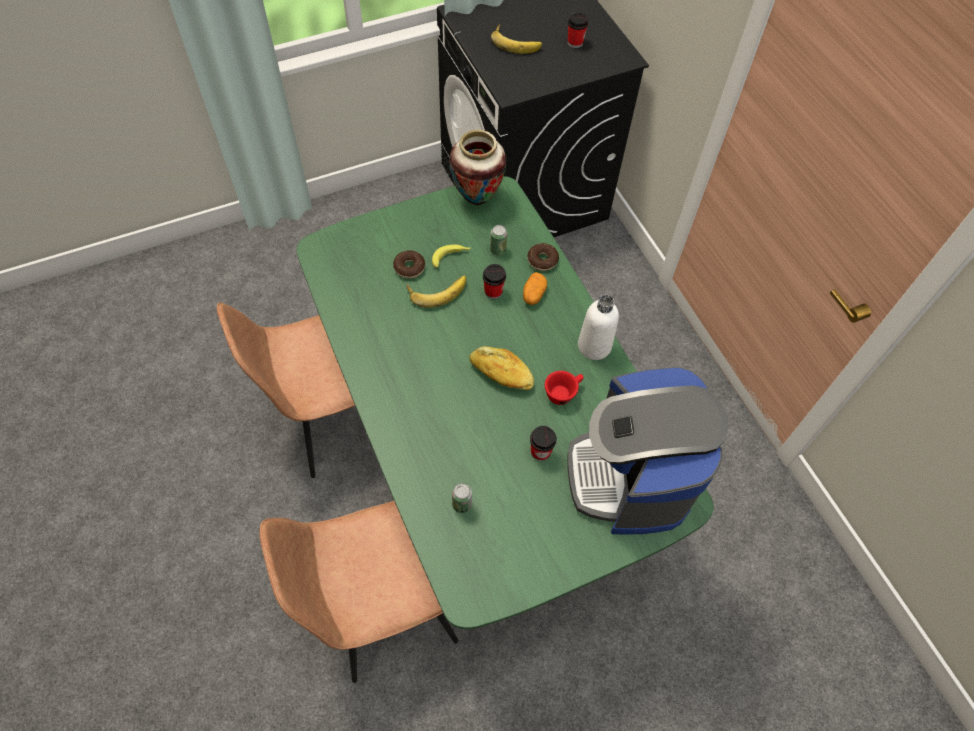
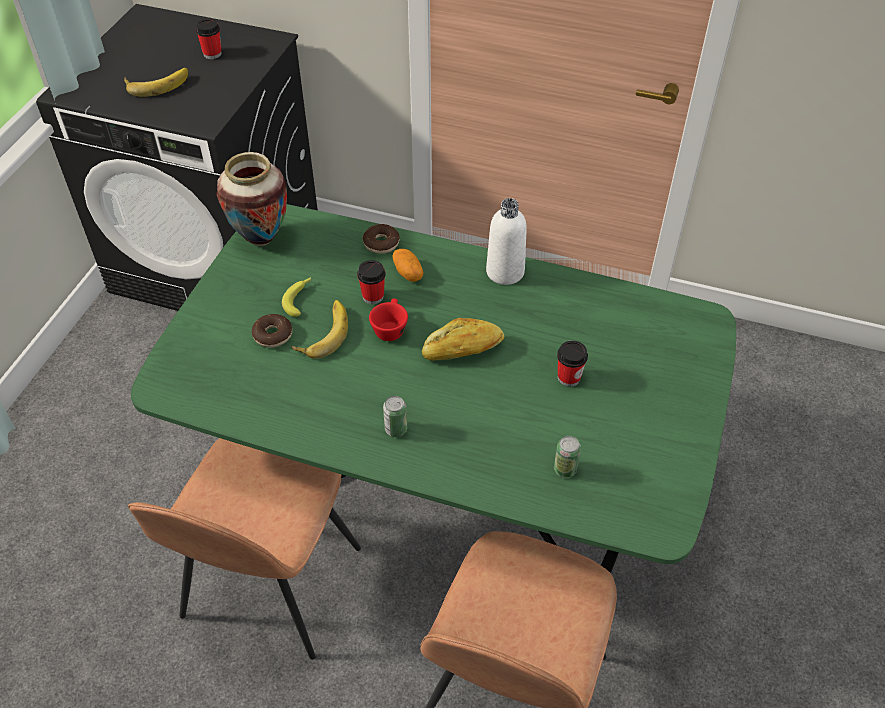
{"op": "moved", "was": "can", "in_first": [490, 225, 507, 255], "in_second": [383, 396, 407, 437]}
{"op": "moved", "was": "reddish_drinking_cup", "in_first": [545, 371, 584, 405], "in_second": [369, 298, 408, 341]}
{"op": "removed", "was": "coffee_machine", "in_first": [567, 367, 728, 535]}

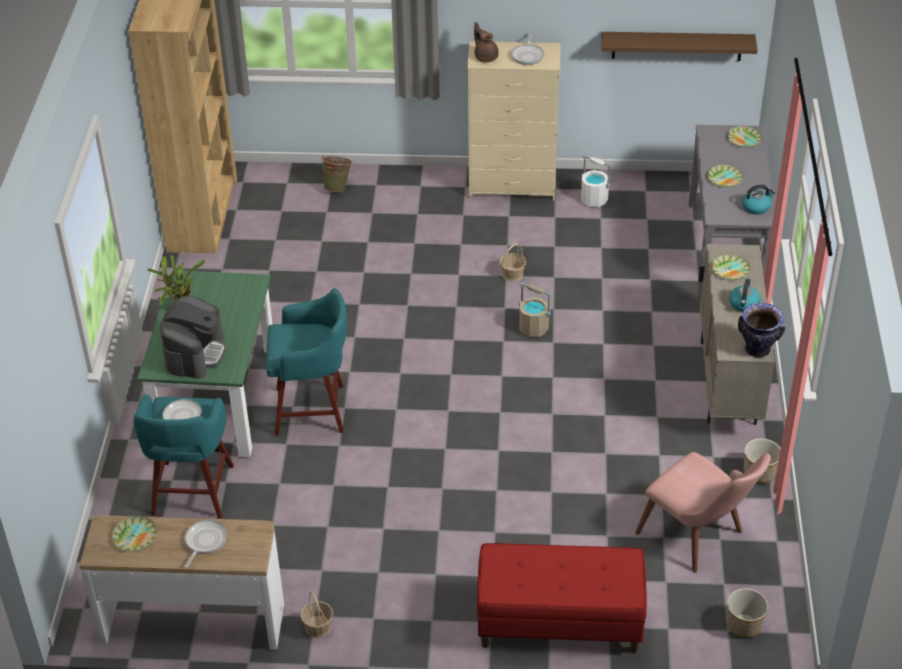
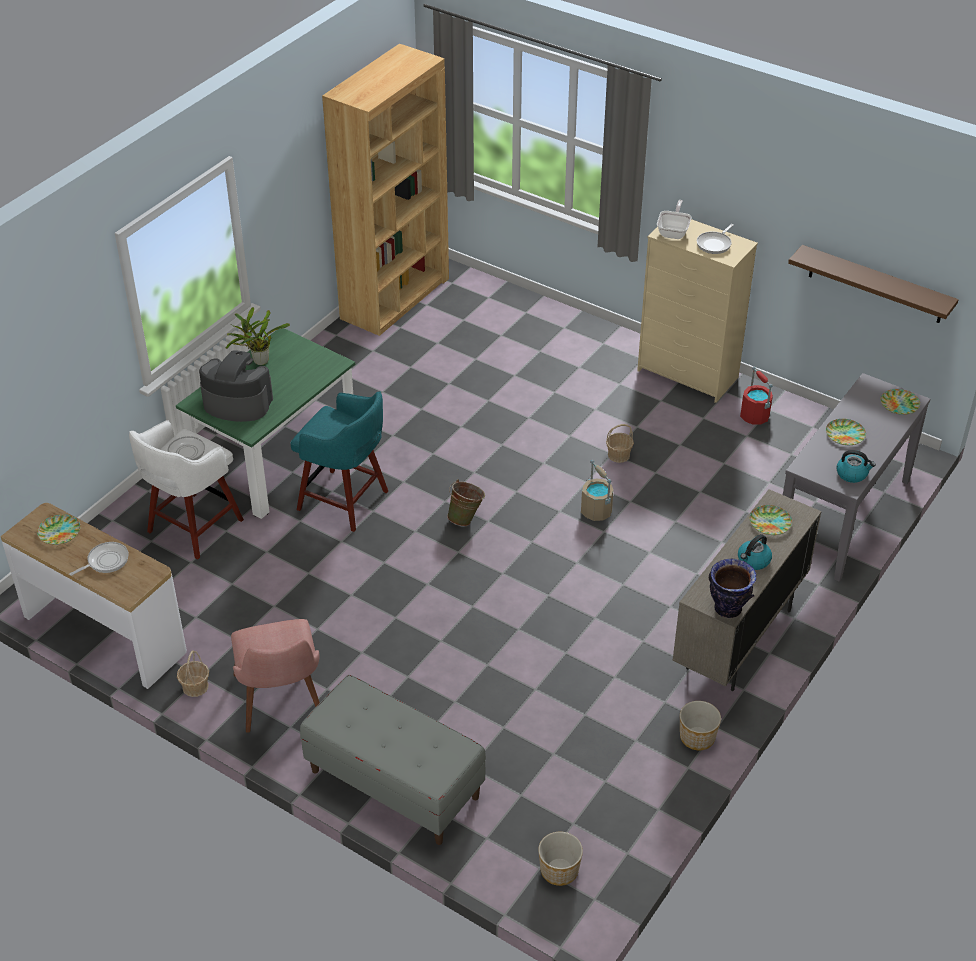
{"op": "recoloured", "was": "turquoise-coloured_sitting_stool", "now": "white-coloured_sitting_stool", "in_first": [134, 394, 234, 518], "in_second": [129, 420, 244, 560]}
{"op": "turned", "was": "coffee_machine", "in_first": [160, 296, 226, 379], "in_second": [199, 350, 273, 422], "clockwise": -120}
{"op": "moved", "was": "green_bucket", "in_first": [321, 156, 352, 192], "in_second": [447, 479, 485, 526]}
{"op": "replaced", "was": "brown_tea_pot", "now": "pan", "in_first": [474, 22, 499, 62], "in_second": [657, 200, 691, 239]}
{"op": "recoloured", "was": "reddish_indoor_bench", "now": "greyish_indoor_bench", "in_first": [477, 543, 647, 653], "in_second": [300, 675, 486, 845]}
{"op": "recoloured", "was": "white-coloured_bucket", "now": "reddish_bucket", "in_first": [581, 155, 611, 207], "in_second": [740, 367, 773, 425]}
{"op": "moved", "was": "pink-coloured_chair", "in_first": [635, 452, 771, 573], "in_second": [231, 619, 320, 733]}

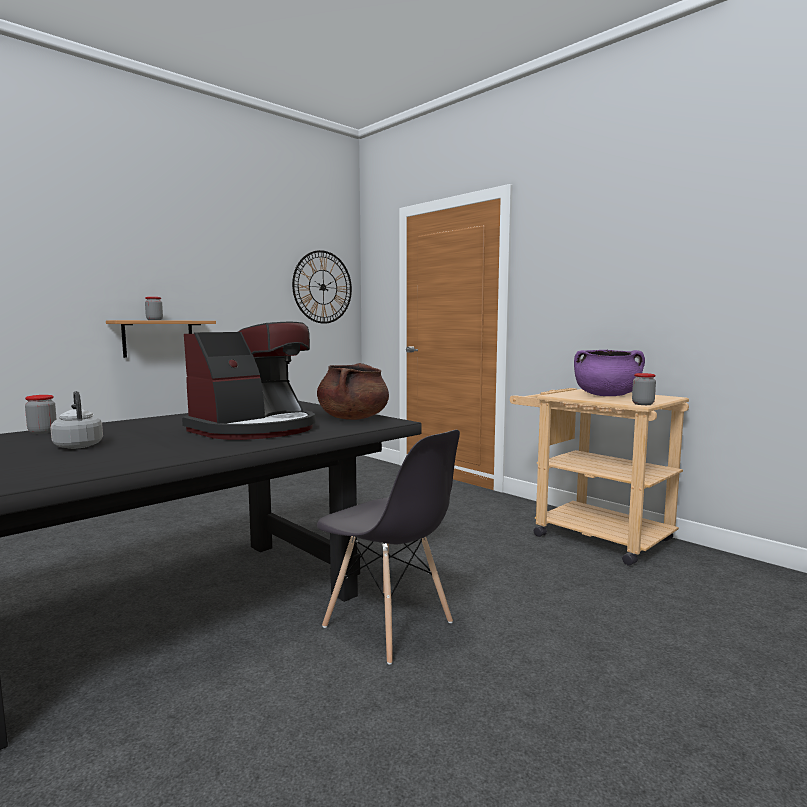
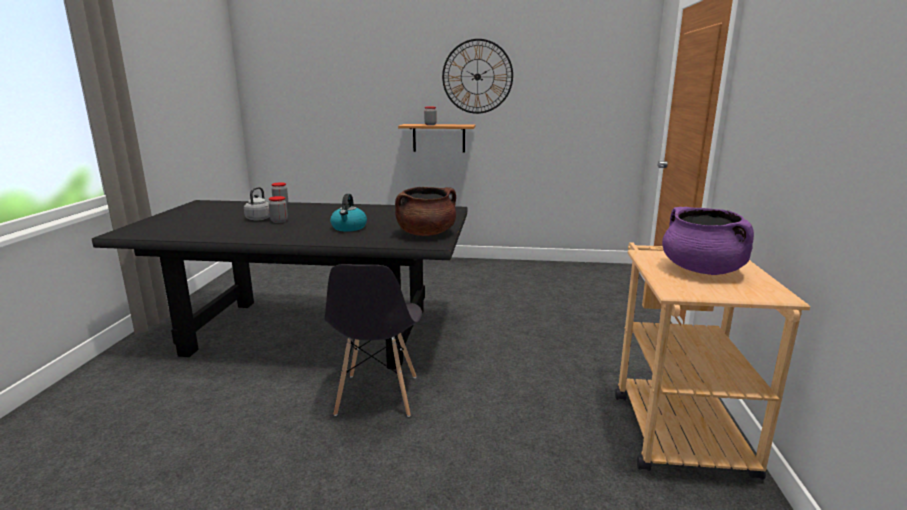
{"op": "replaced", "was": "coffee_machine", "now": "kettle", "in_first": [182, 322, 316, 440], "in_second": [330, 194, 367, 231]}
{"op": "moved", "was": "clock_on_the_wall", "in_first": [292, 250, 352, 324], "in_second": [442, 39, 513, 114]}
{"op": "moved", "was": "jar", "in_first": [632, 373, 656, 405], "in_second": [269, 196, 288, 223]}

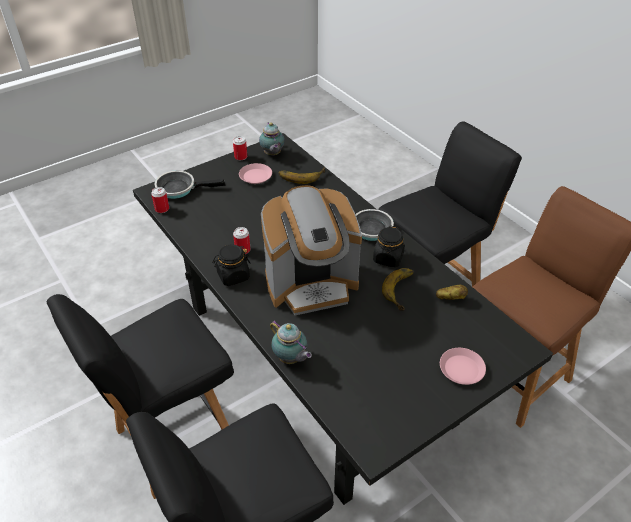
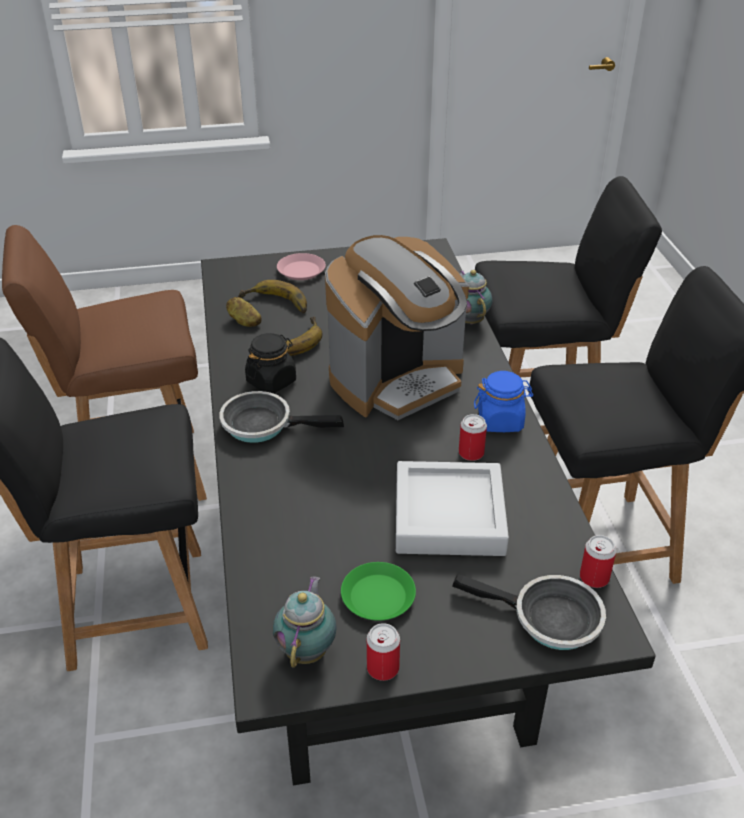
{"op": "recoloured", "was": "black_jar", "now": "blue-coloured_jar", "in_first": [212, 244, 251, 286], "in_second": [474, 371, 533, 432]}
{"op": "recoloured", "was": "pink-coloured_flat_dish", "now": "green_flat_dish", "in_first": [239, 163, 272, 184], "in_second": [341, 562, 416, 621]}
{"op": "turned", "was": "coffee_machine", "in_first": [261, 185, 362, 316], "in_second": [325, 235, 469, 420], "clockwise": 135}
{"op": "moved", "was": "whole_banana", "in_first": [278, 168, 325, 184], "in_second": [238, 280, 307, 313]}
{"op": "added", "now": "greyish_carrying_tray", "in_second": [396, 461, 509, 556]}

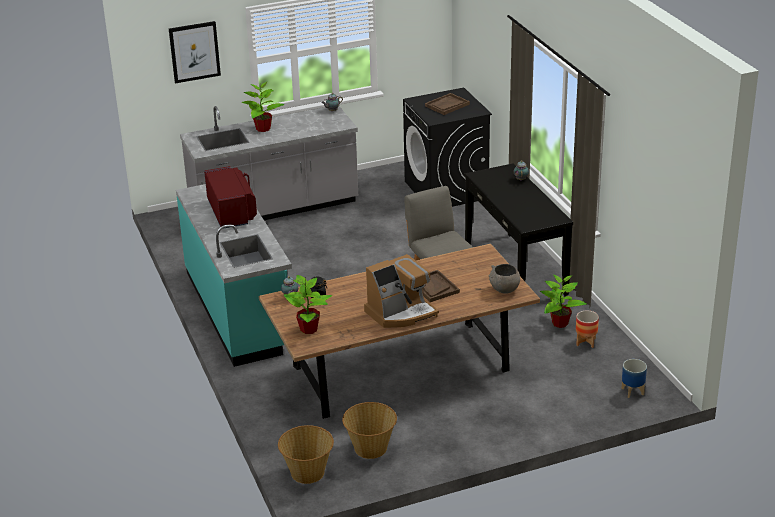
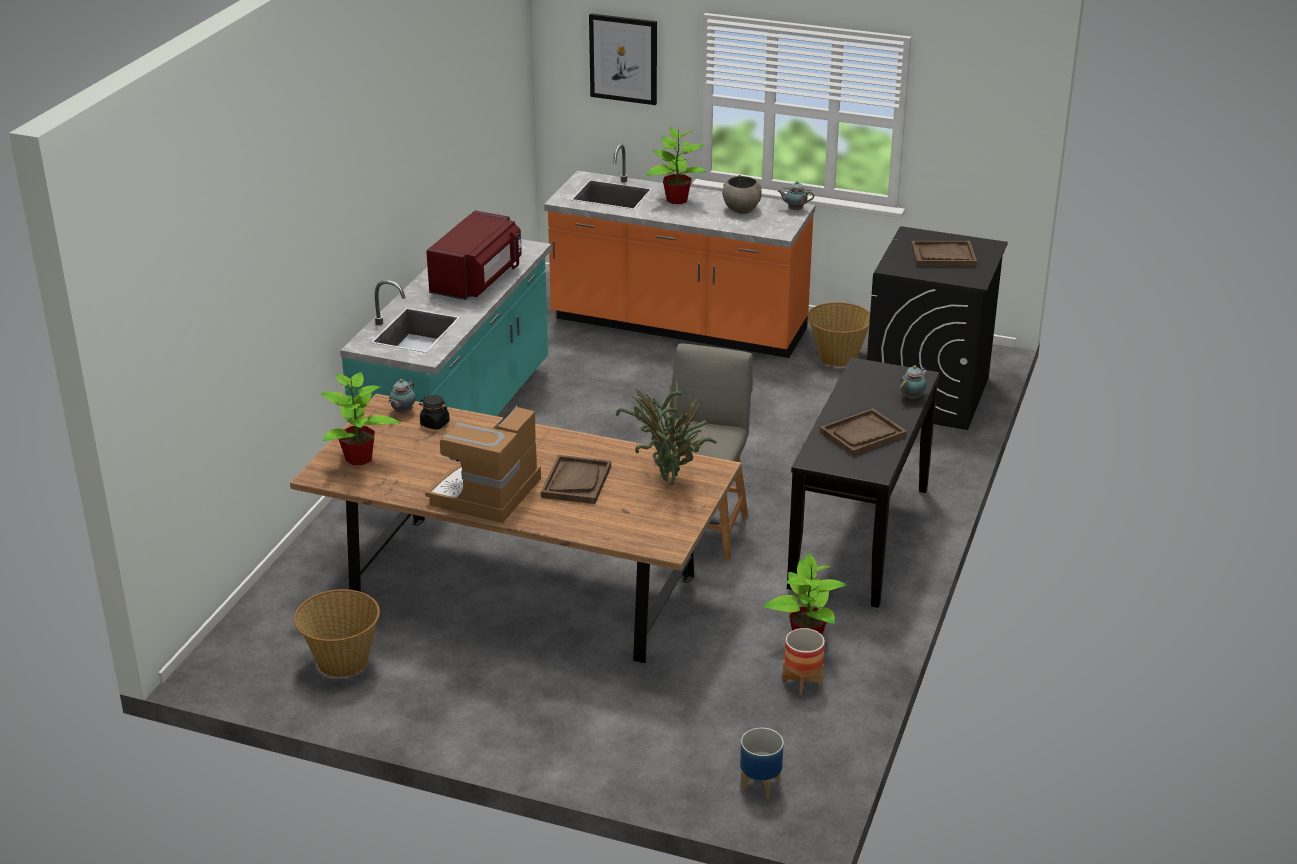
{"op": "recoloured", "was": "greyish_counter", "now": "orangey_counter", "in_first": [180, 106, 358, 220], "in_second": [544, 144, 815, 358]}
{"op": "moved", "was": "household_basket", "in_first": [278, 425, 334, 484], "in_second": [807, 302, 870, 367]}
{"op": "turned", "was": "coffee_machine", "in_first": [364, 254, 439, 328], "in_second": [425, 406, 541, 523], "clockwise": 105}
{"op": "moved", "was": "greyish_bowl", "in_first": [489, 264, 520, 294], "in_second": [722, 175, 762, 214]}
{"op": "added", "now": "houseplant", "in_second": [616, 382, 717, 485]}
{"op": "added", "now": "brown_carrying_tray", "in_second": [820, 408, 907, 456]}

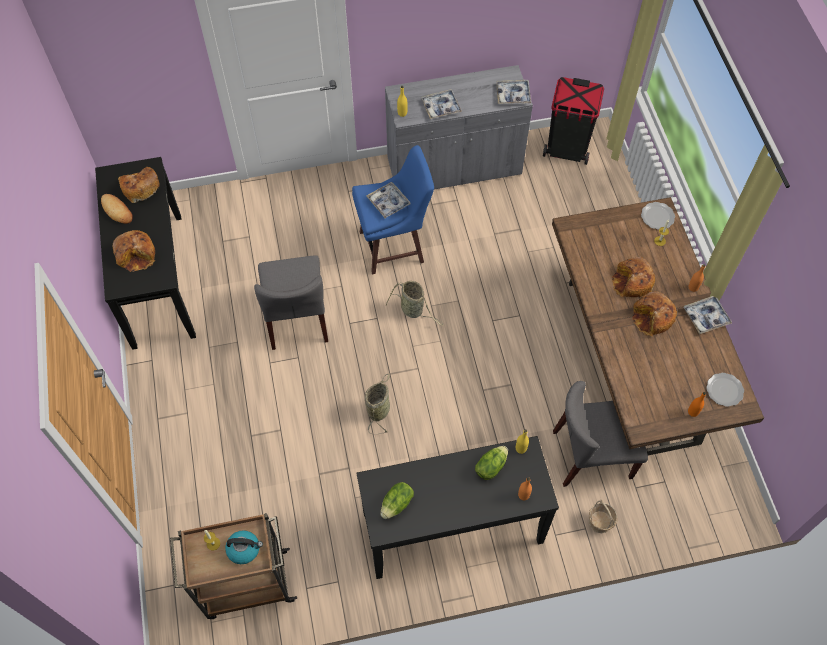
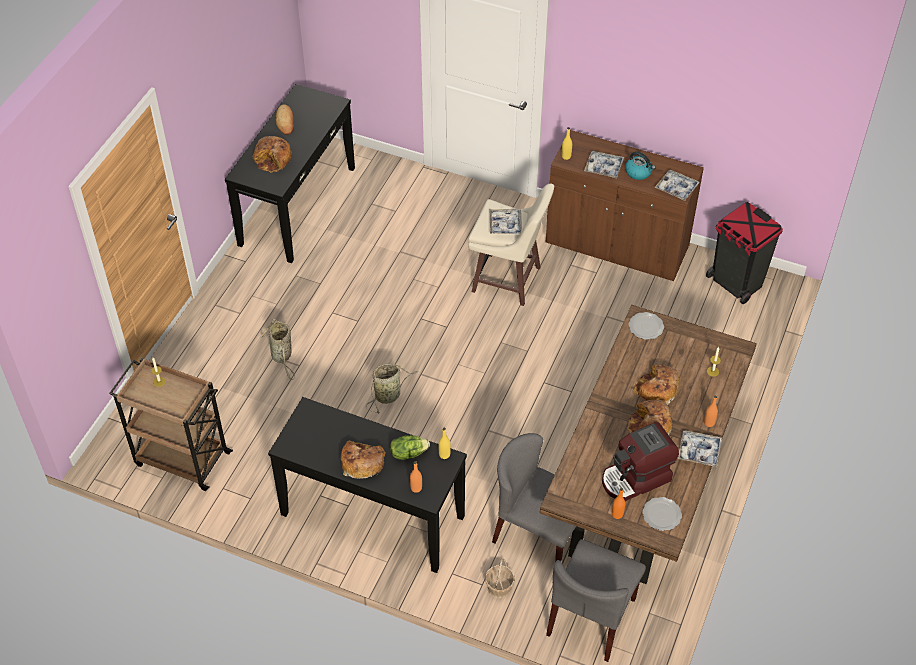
{"op": "moved", "was": "bakery_bread", "in_first": [118, 167, 160, 203], "in_second": [341, 440, 386, 479]}
{"op": "moved", "was": "kettle", "in_first": [225, 530, 263, 564], "in_second": [625, 151, 656, 180]}
{"op": "moved", "was": "greyish_chair", "in_first": [254, 255, 328, 350], "in_second": [546, 539, 646, 662]}
{"op": "recoloured", "was": "blue-coloured_sitting_stool", "now": "beige_sitting_stool", "in_first": [352, 145, 434, 275], "in_second": [468, 184, 554, 306]}
{"op": "removed", "was": "lettuce_head", "in_first": [380, 482, 414, 519]}
{"op": "recoloured", "was": "greyish_cupboard", "now": "brown_cupboard", "in_first": [385, 65, 533, 189], "in_second": [546, 130, 704, 281]}
{"op": "moved", "was": "household_basket", "in_first": [386, 281, 443, 326], "in_second": [260, 319, 295, 380]}
{"op": "moved", "was": "flat_dish", "in_first": [641, 202, 675, 230], "in_second": [629, 312, 664, 340]}
{"op": "added", "now": "coffee_machine", "in_second": [602, 422, 679, 501]}

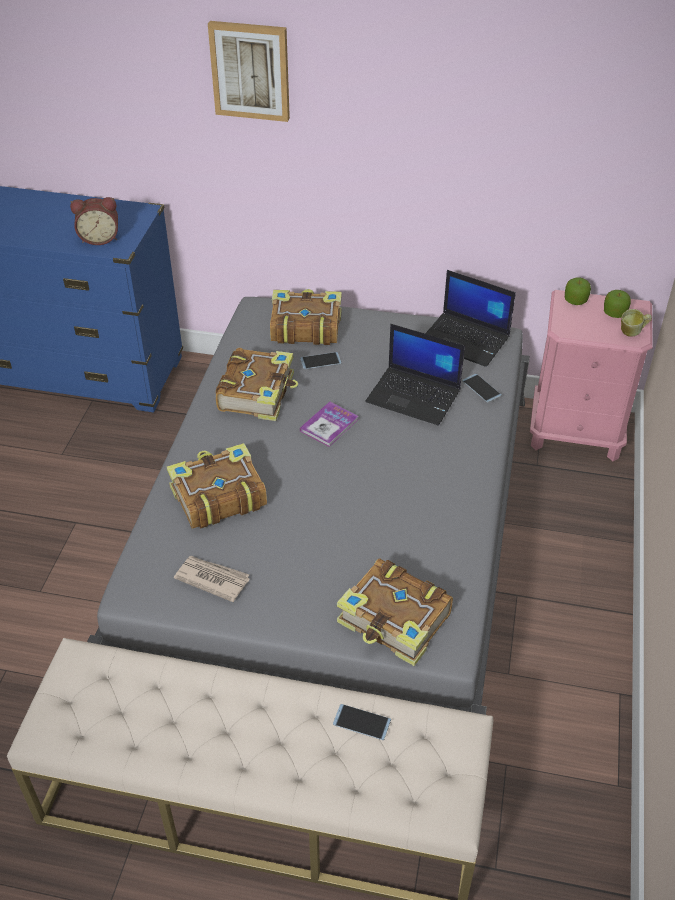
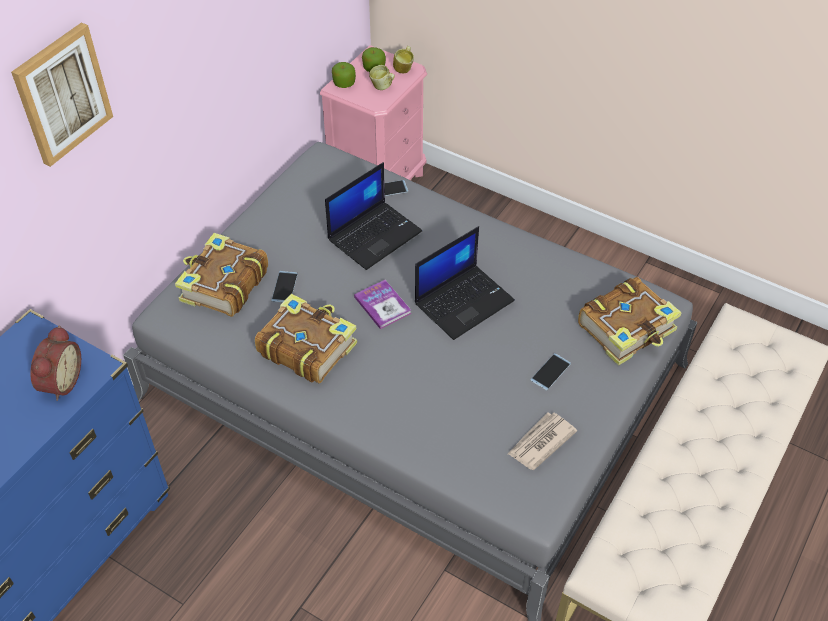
{"op": "removed", "was": "book", "in_first": [167, 443, 267, 529]}
{"op": "moved", "was": "phone", "in_first": [333, 704, 391, 740], "in_second": [530, 353, 571, 391]}
{"op": "moved", "was": "portable_computer", "in_first": [425, 270, 516, 367], "in_second": [415, 226, 515, 340]}
{"op": "added", "now": "coffee_mug", "in_second": [369, 65, 395, 90]}

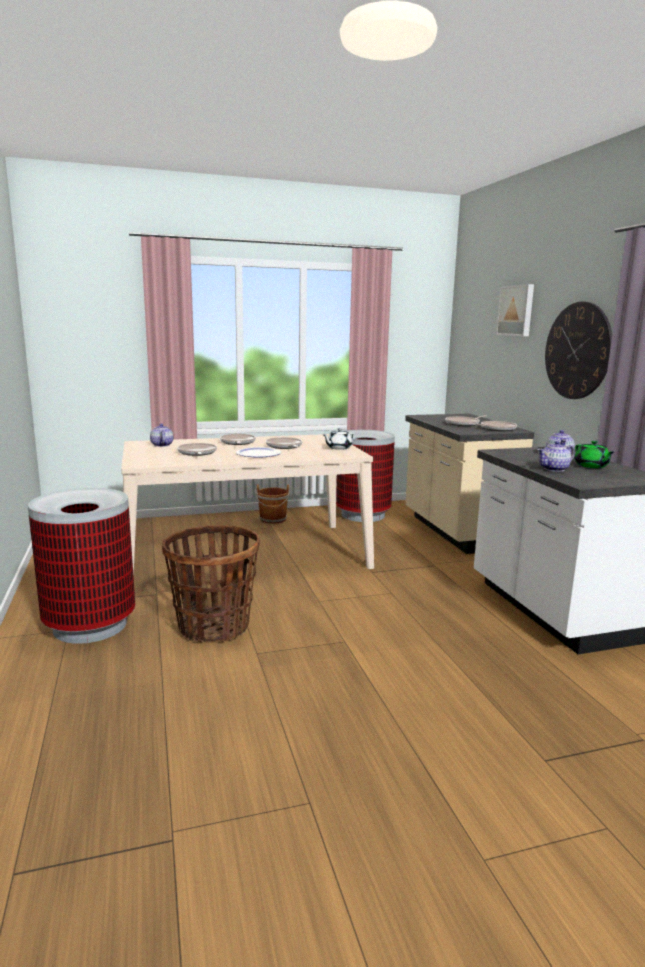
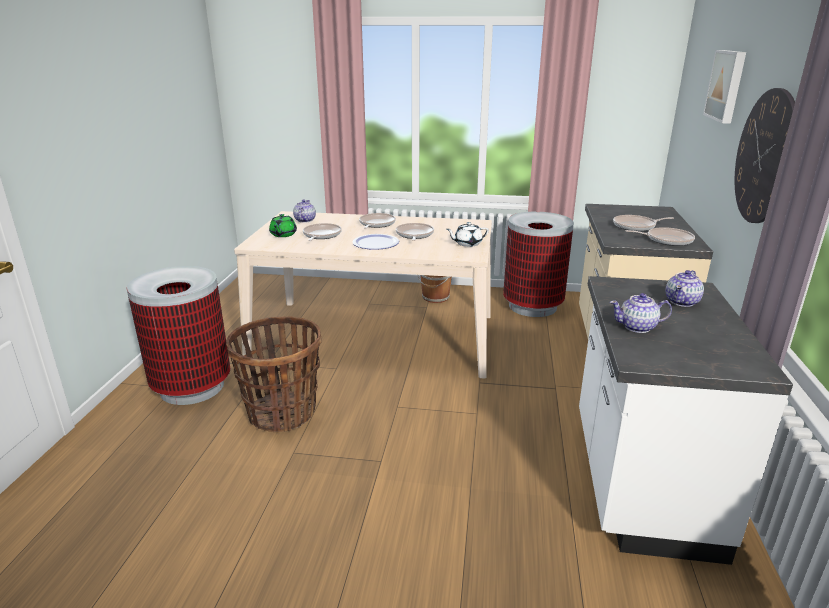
{"op": "moved", "was": "green_tea_pot", "in_first": [574, 441, 614, 468], "in_second": [269, 214, 297, 237]}

